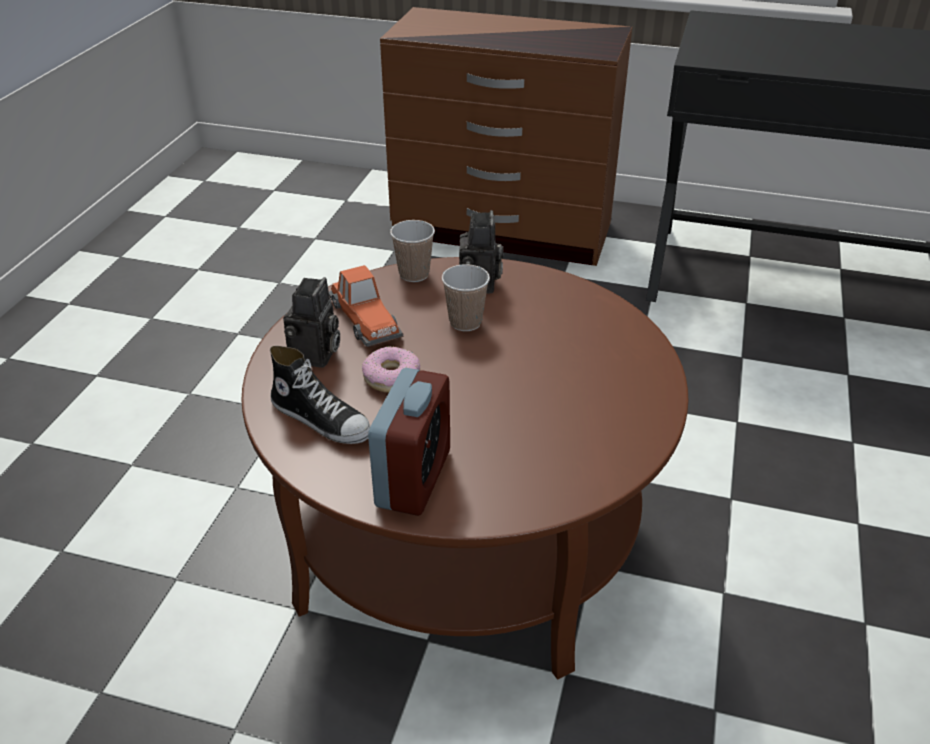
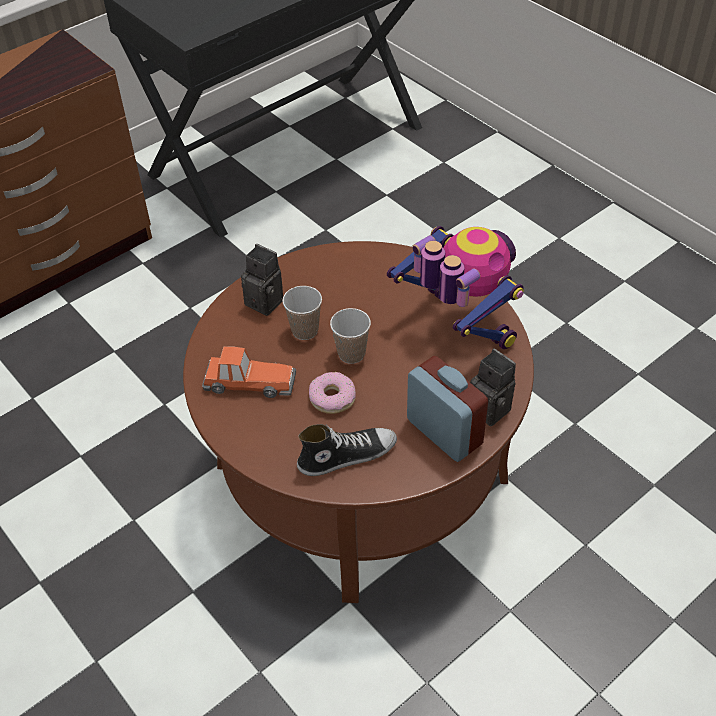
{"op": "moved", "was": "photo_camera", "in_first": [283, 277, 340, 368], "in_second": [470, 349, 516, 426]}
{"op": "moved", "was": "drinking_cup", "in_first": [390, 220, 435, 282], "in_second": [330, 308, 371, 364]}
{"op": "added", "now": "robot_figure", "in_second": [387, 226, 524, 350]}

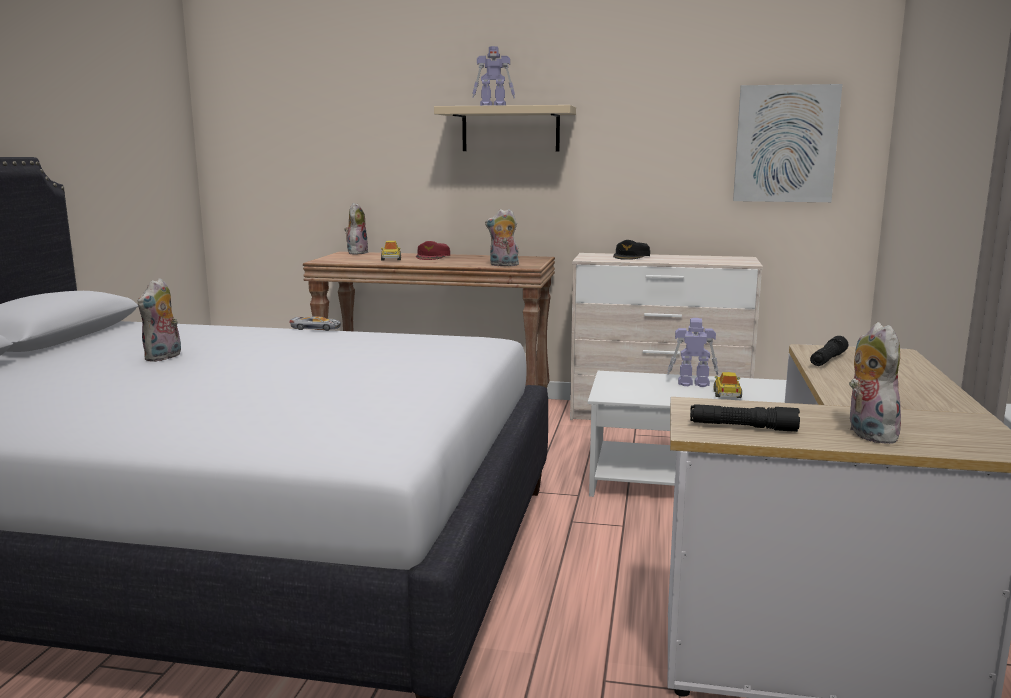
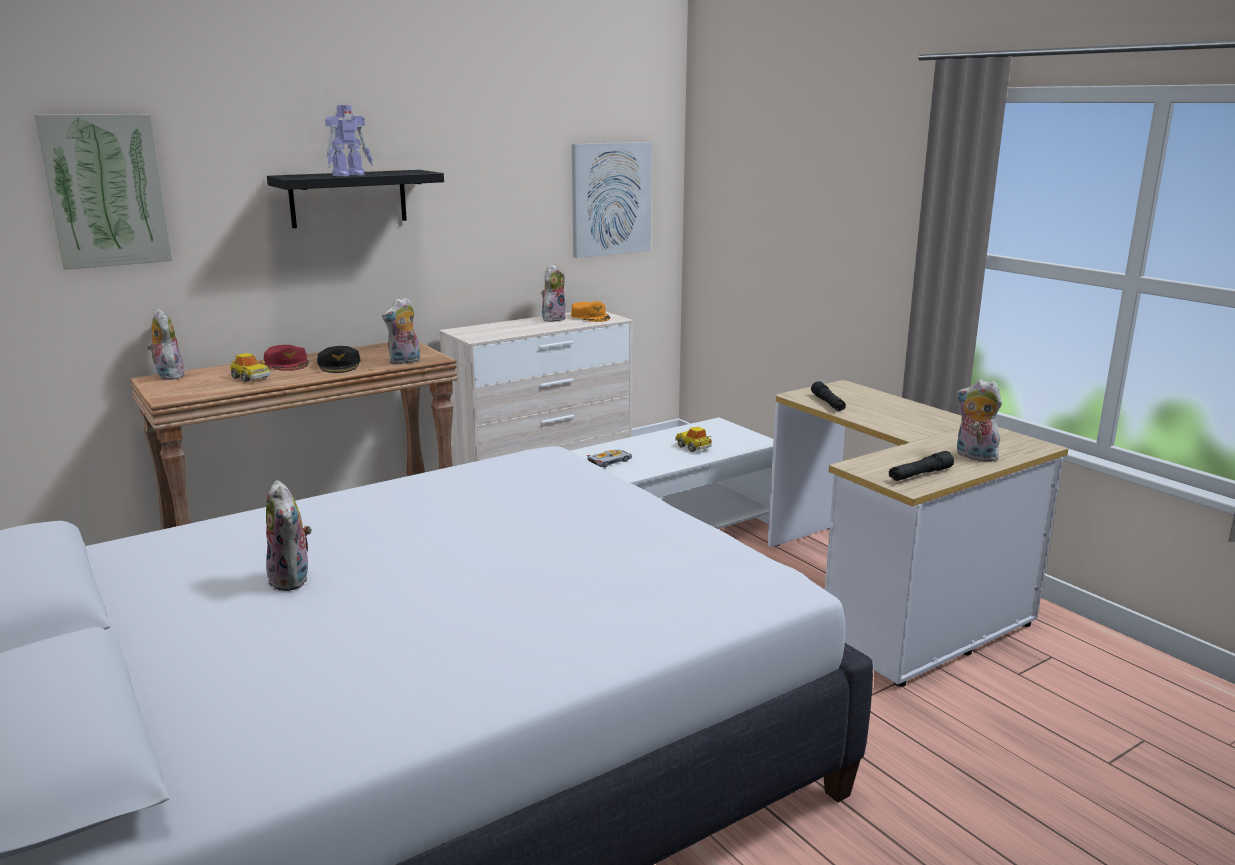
{"op": "moved", "was": "toy_car", "in_first": [289, 316, 341, 331], "in_second": [587, 449, 632, 467]}
{"op": "recoloured", "was": "beige_wall_shelf", "now": "black_wall_shelf", "in_first": [434, 105, 576, 151], "in_second": [267, 170, 444, 228]}
{"op": "moved", "was": "black_cap", "in_first": [613, 240, 650, 260], "in_second": [317, 346, 361, 373]}
{"op": "removed", "was": "robot_figure", "in_first": [667, 318, 719, 387]}
{"op": "added", "now": "picture", "in_second": [34, 114, 172, 270]}
{"op": "added", "now": "soft_toy", "in_second": [541, 264, 566, 322]}
{"op": "added", "now": "orangey_cap", "in_second": [571, 301, 611, 322]}

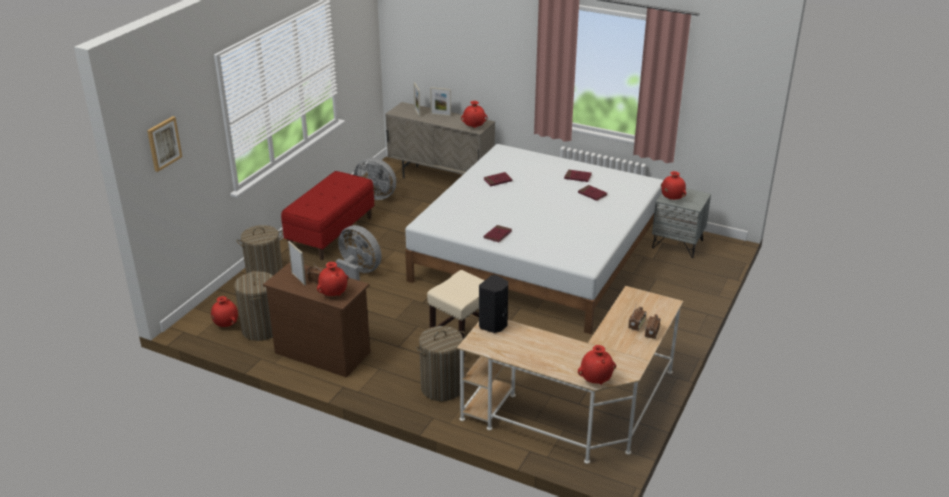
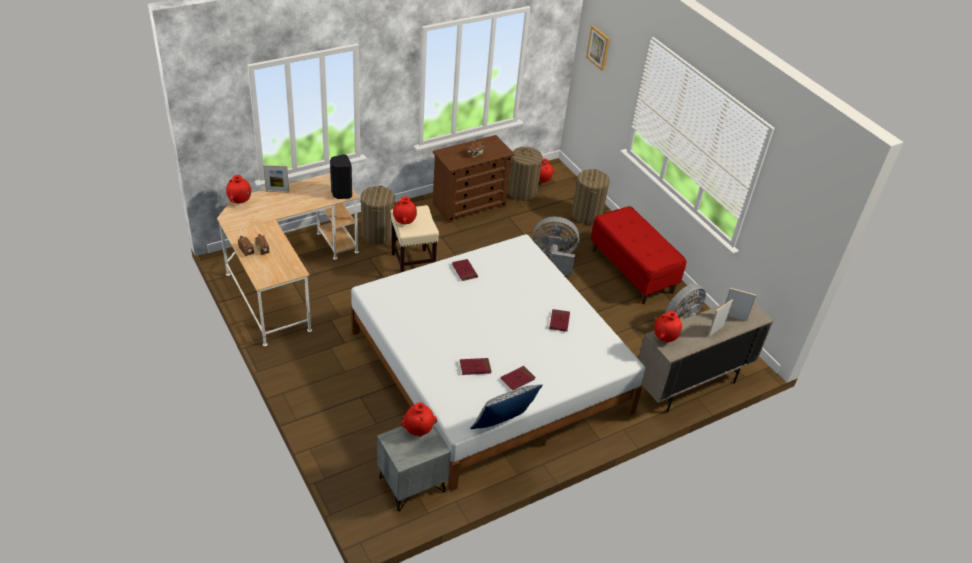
{"op": "moved", "was": "picture_frame", "in_first": [288, 241, 306, 285], "in_second": [263, 165, 289, 192]}
{"op": "moved", "was": "reddish_vase", "in_first": [317, 262, 349, 296], "in_second": [393, 196, 417, 224]}
{"op": "turned", "was": "greyish_fan", "in_first": [336, 225, 382, 281], "in_second": [533, 217, 579, 276], "clockwise": -150}
{"op": "added", "now": "cushion", "in_second": [470, 384, 543, 429]}

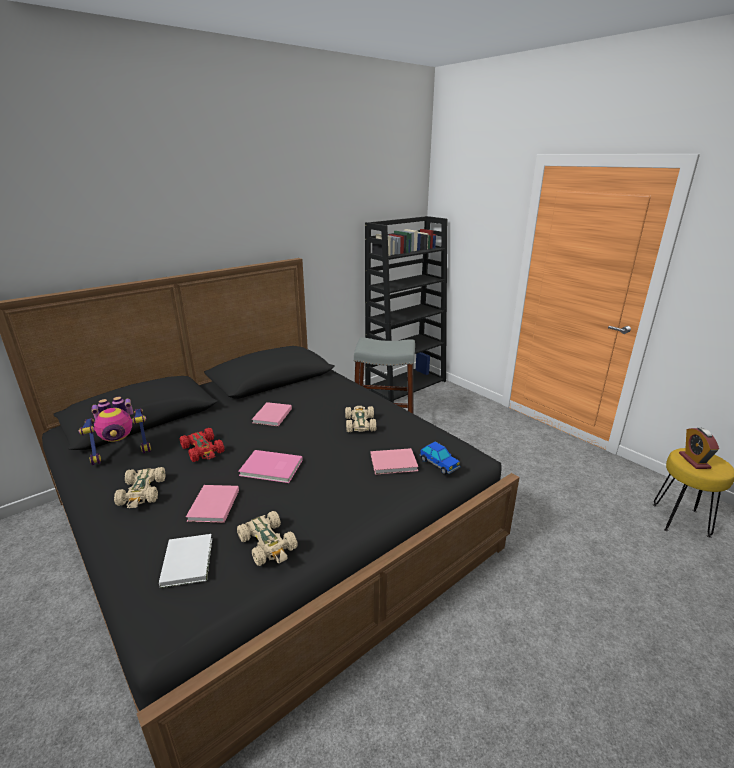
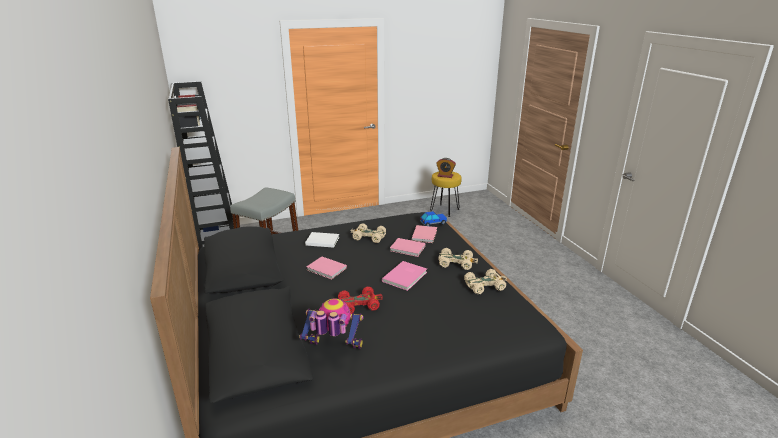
{"op": "turned", "was": "robot_figure", "in_first": [79, 397, 151, 465], "in_second": [299, 298, 363, 349], "clockwise": -75}
{"op": "moved", "was": "beige_toy_car", "in_first": [114, 467, 166, 508], "in_second": [438, 248, 478, 270]}
{"op": "moved", "was": "white-coloured_book", "in_first": [159, 534, 212, 588], "in_second": [305, 232, 339, 248]}
{"op": "moved", "was": "pink-coloured_book", "in_first": [186, 485, 239, 523], "in_second": [390, 238, 426, 257]}

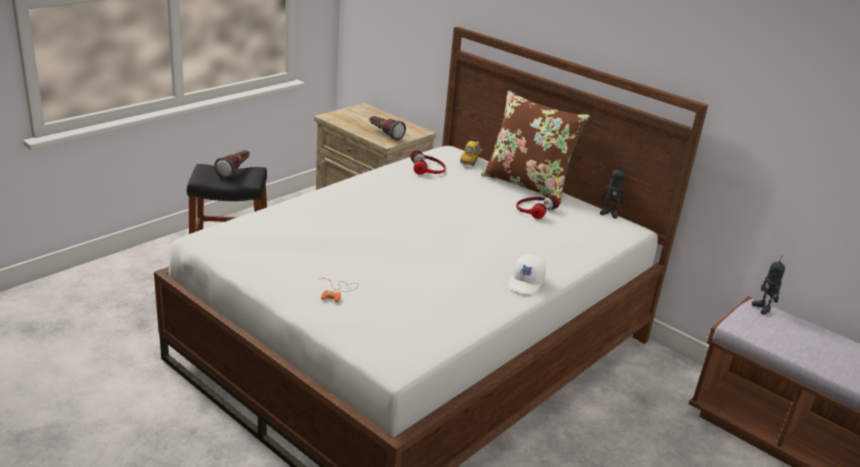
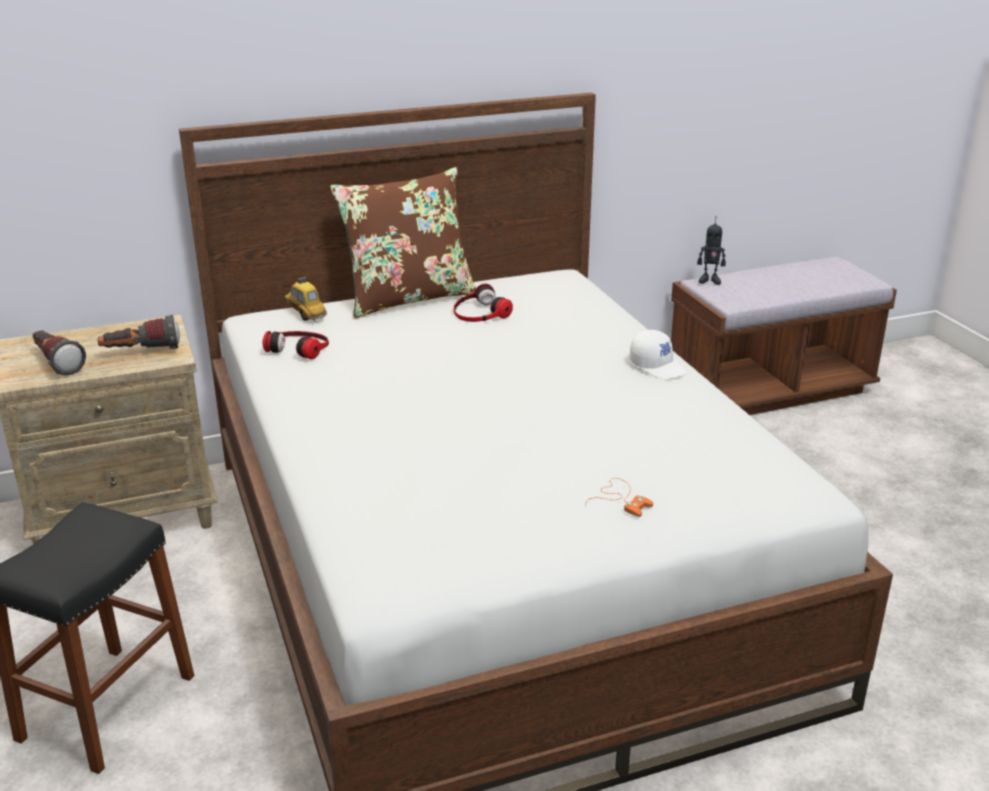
{"op": "moved", "was": "torch", "in_first": [214, 150, 250, 178], "in_second": [32, 330, 86, 376]}
{"op": "removed", "was": "robot_figure", "in_first": [600, 163, 625, 218]}

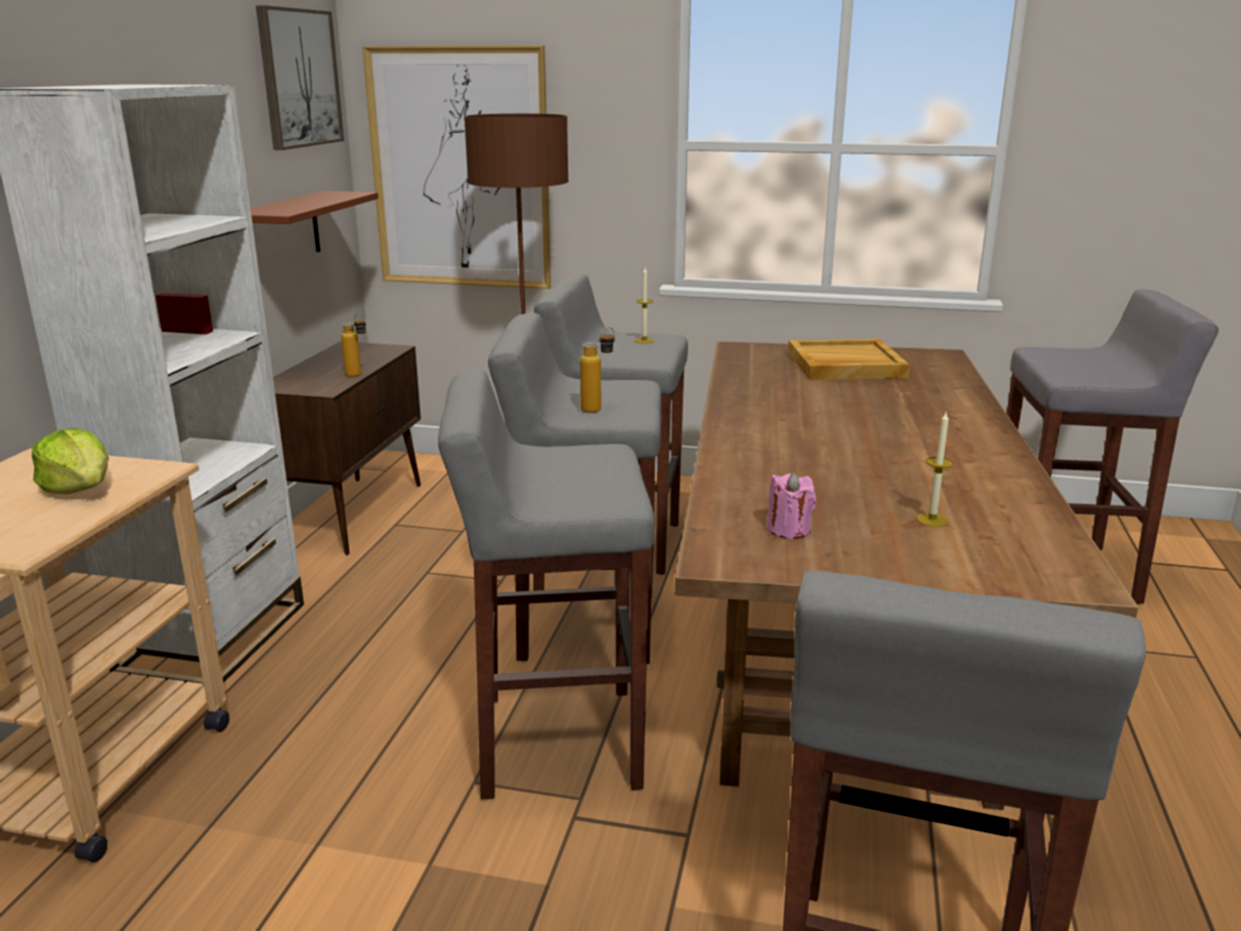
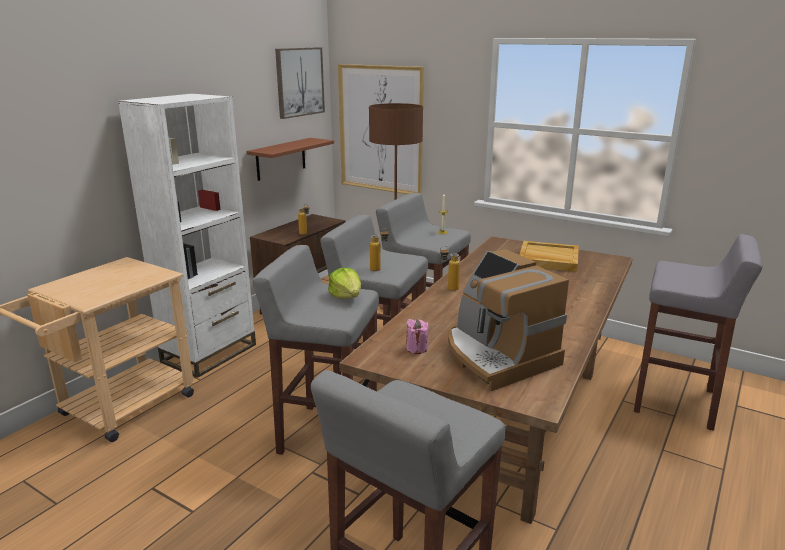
{"op": "moved", "was": "lettuce_head", "in_first": [32, 428, 109, 494], "in_second": [328, 268, 361, 299]}
{"op": "replaced", "was": "wax_candle", "now": "coffee_machine", "in_first": [916, 412, 954, 527], "in_second": [448, 249, 569, 391]}
{"op": "added", "now": "drink_bottle", "in_second": [440, 246, 460, 291]}

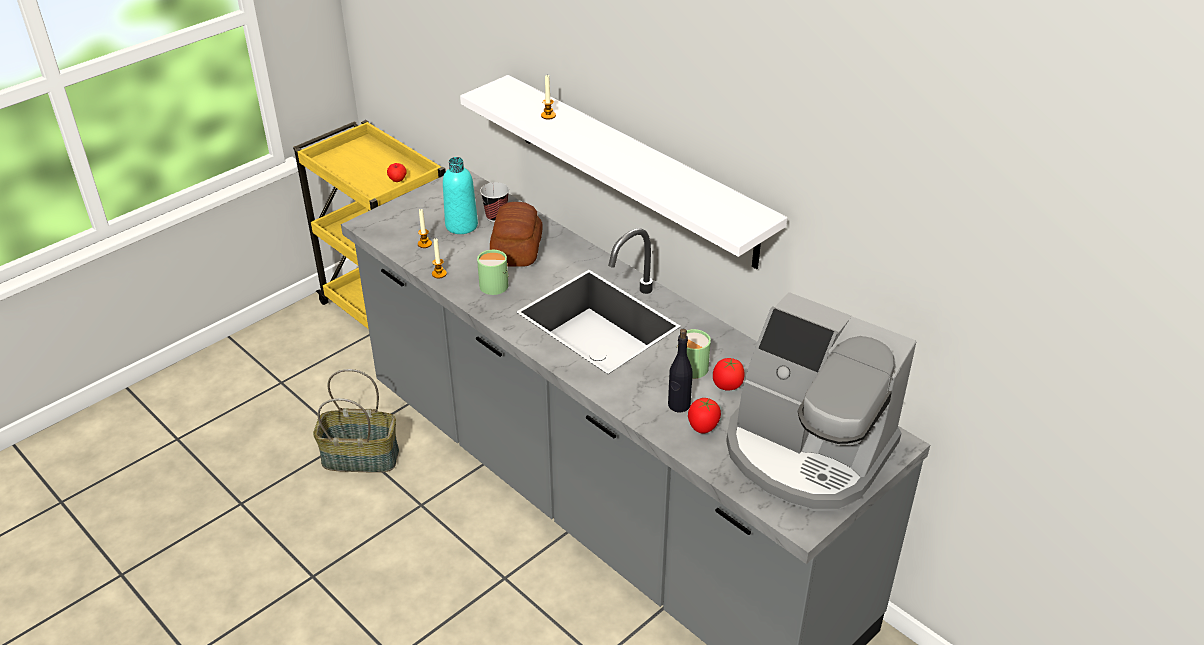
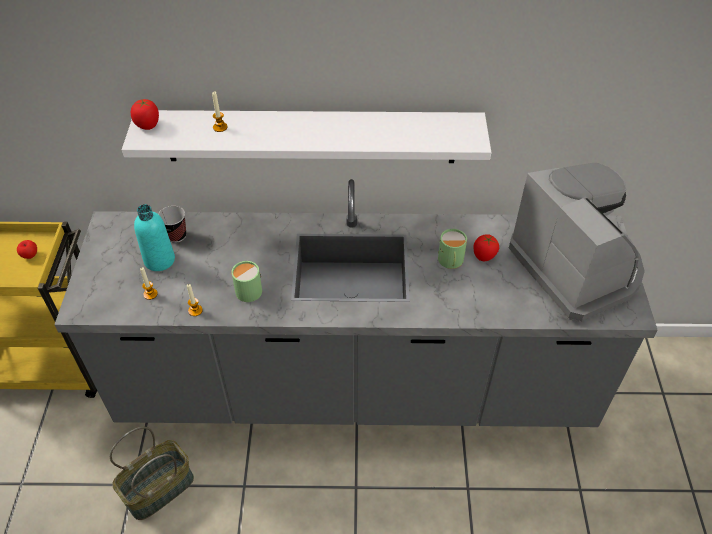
{"op": "removed", "was": "bakery_bread", "in_first": [490, 202, 543, 267]}
{"op": "removed", "was": "black_drink_bottle", "in_first": [668, 329, 693, 412]}
{"op": "moved", "was": "whole_tomato", "in_first": [688, 398, 721, 434], "in_second": [131, 99, 159, 130]}
{"op": "turned", "was": "coffee_machine", "in_first": [726, 292, 917, 511], "in_second": [509, 163, 645, 322], "clockwise": -105}

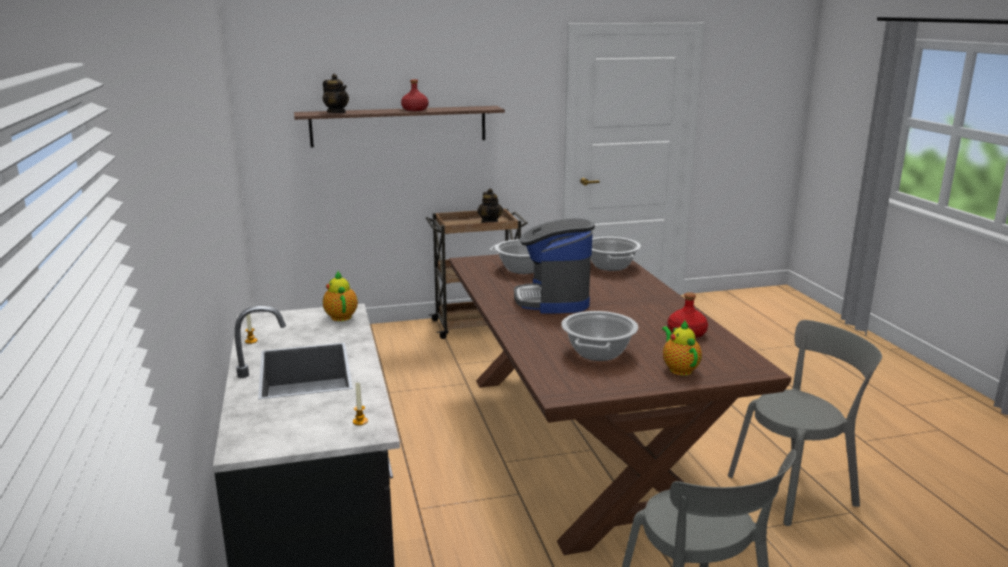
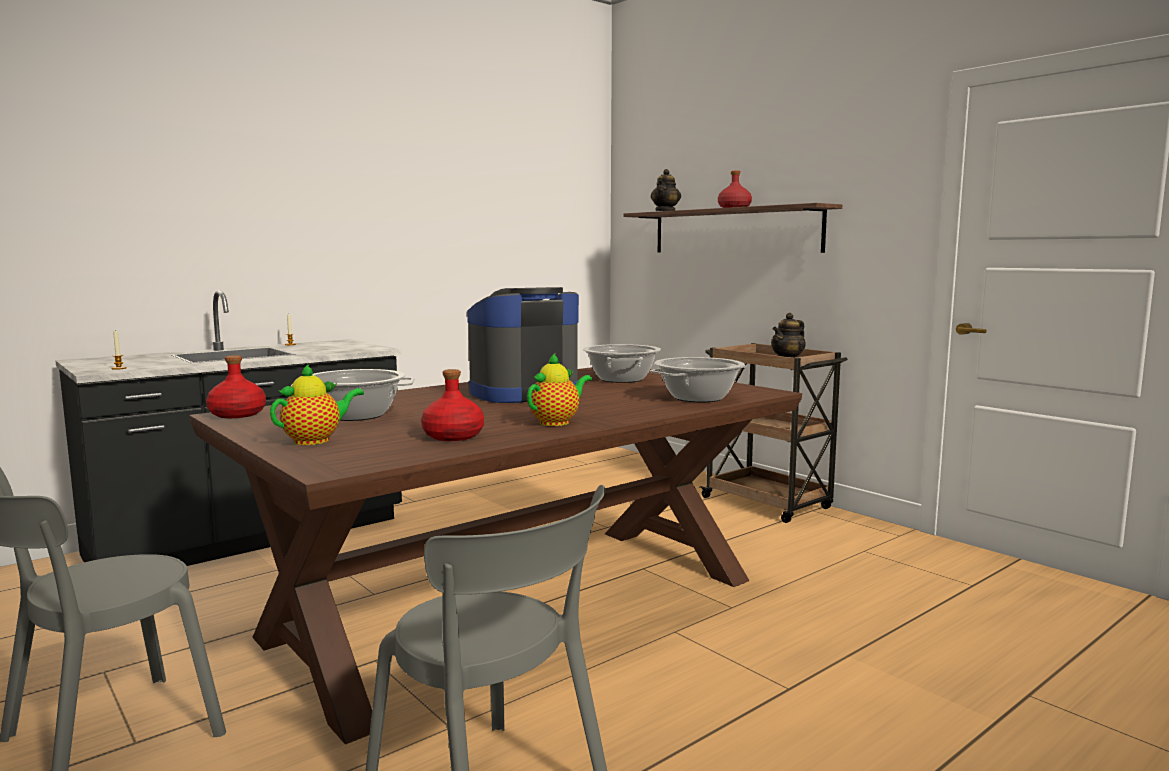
{"op": "moved", "was": "tea_pot", "in_first": [323, 271, 358, 321], "in_second": [527, 352, 592, 426]}
{"op": "added", "now": "reddish_drink_bottle", "in_second": [206, 355, 266, 418]}

